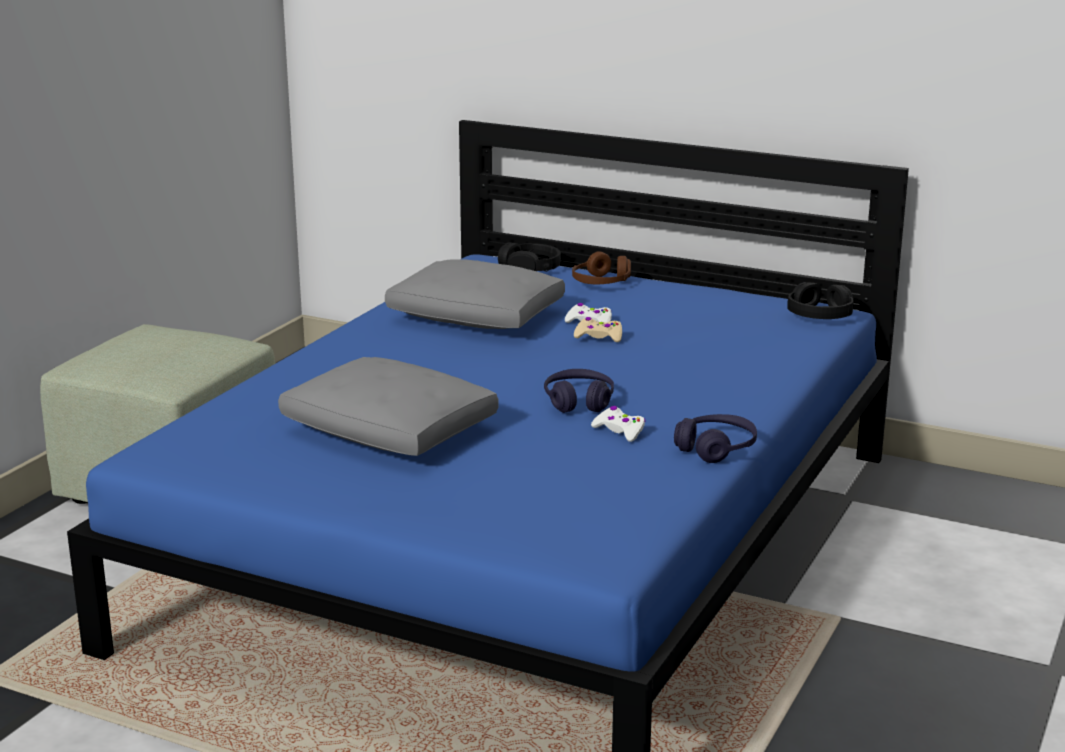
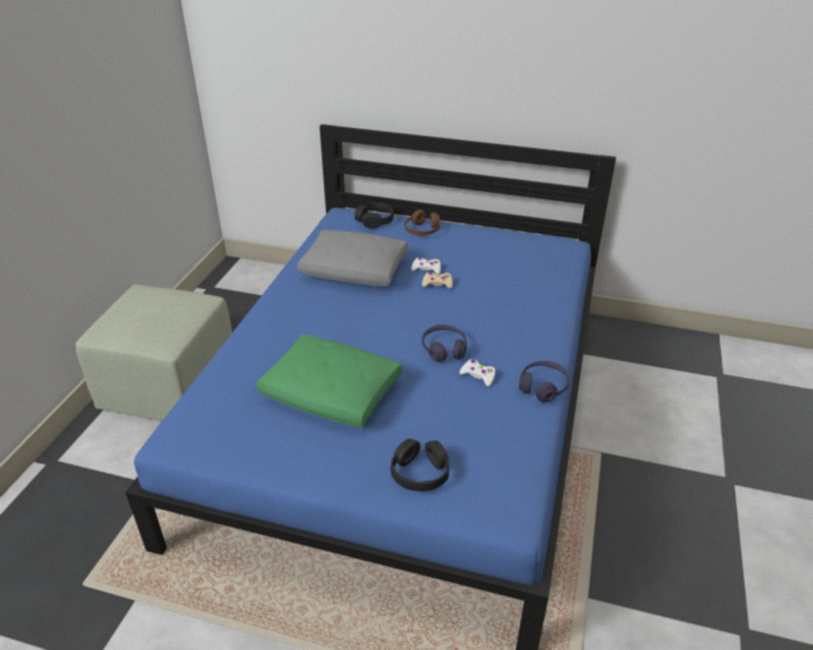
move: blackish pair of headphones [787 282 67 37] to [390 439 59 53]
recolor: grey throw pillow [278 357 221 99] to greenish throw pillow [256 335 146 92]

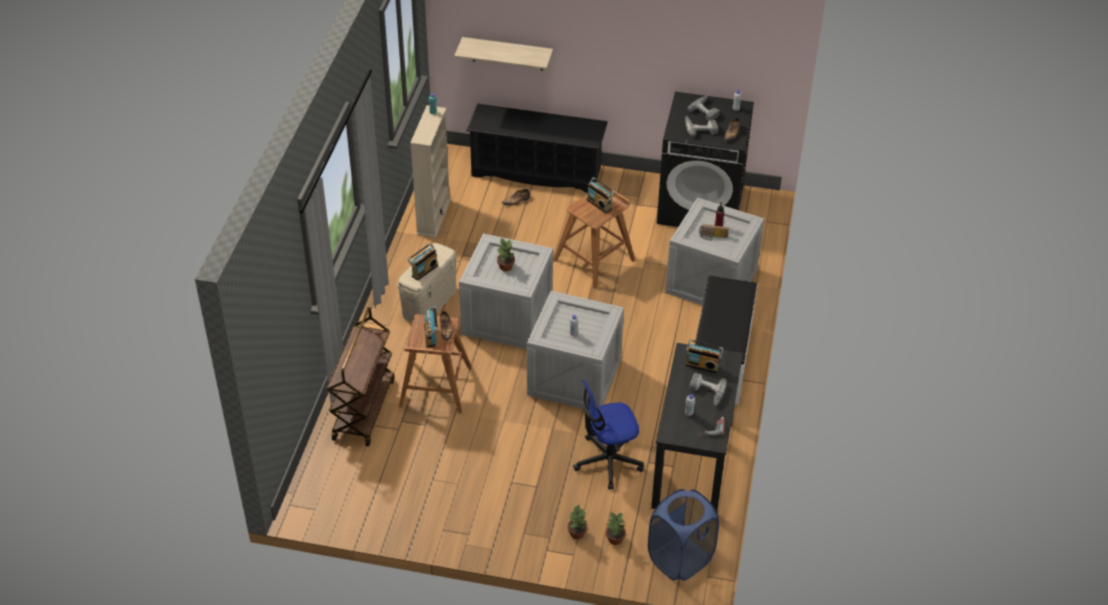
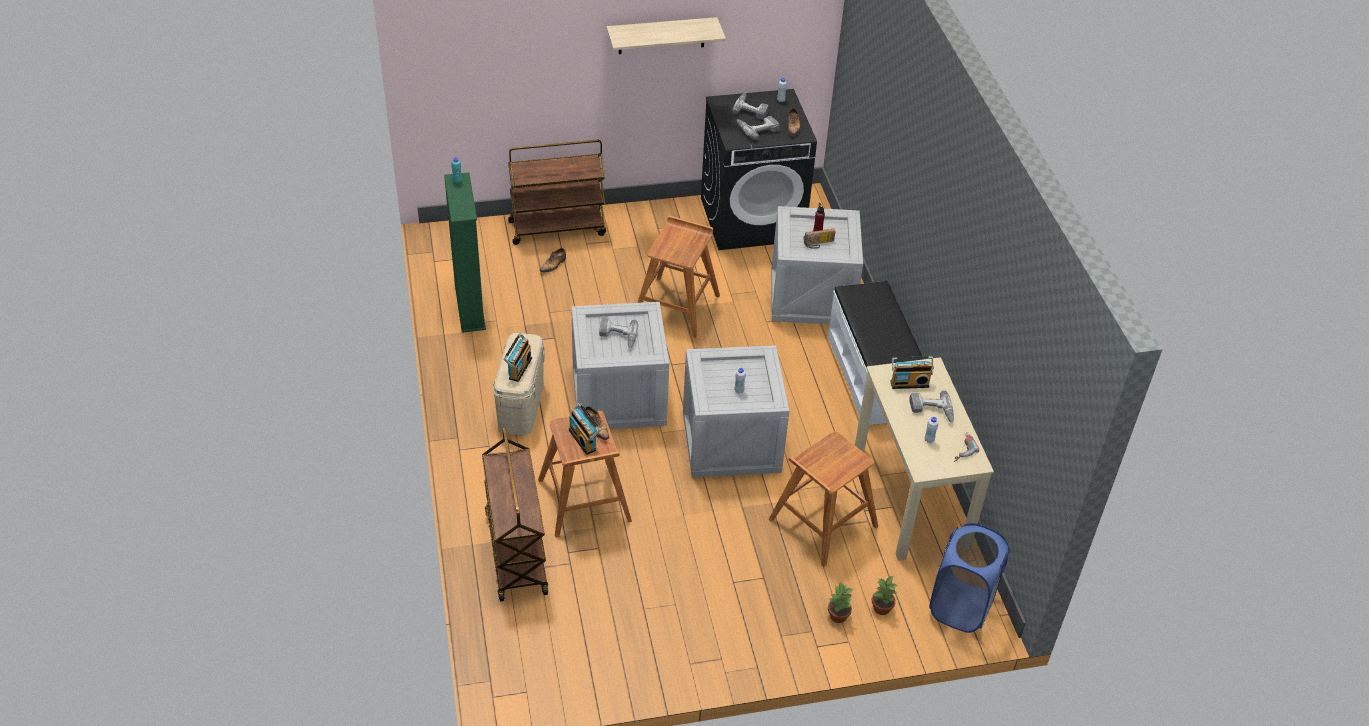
delete: radio set [587 177 28 37]
move: shelf [454 37 99 33] to [606 17 120 37]
replace: blackish shoe rack [467 103 141 90] to brown-coloured cart [508 140 98 105]; houseplant [497 238 18 33] to drill [599 318 39 30]; desk chair [573 380 71 110] to brown-coloured stool [769 431 109 136]
recolor: beige-coloured bookshelf [410 105 41 133] to greenish bookshelf [444 172 42 161]; blackish desk unit [651 343 92 168] to beige-coloured desk unit [855 357 139 204]

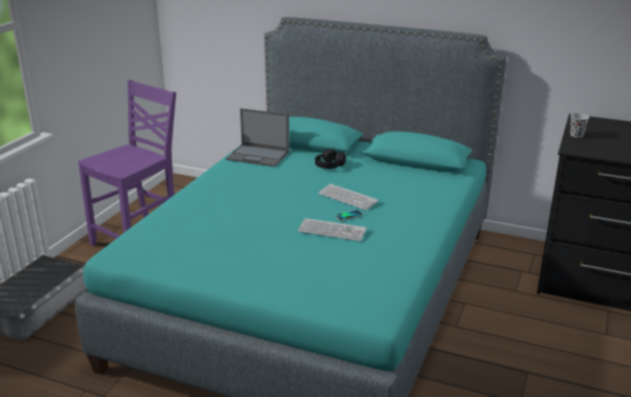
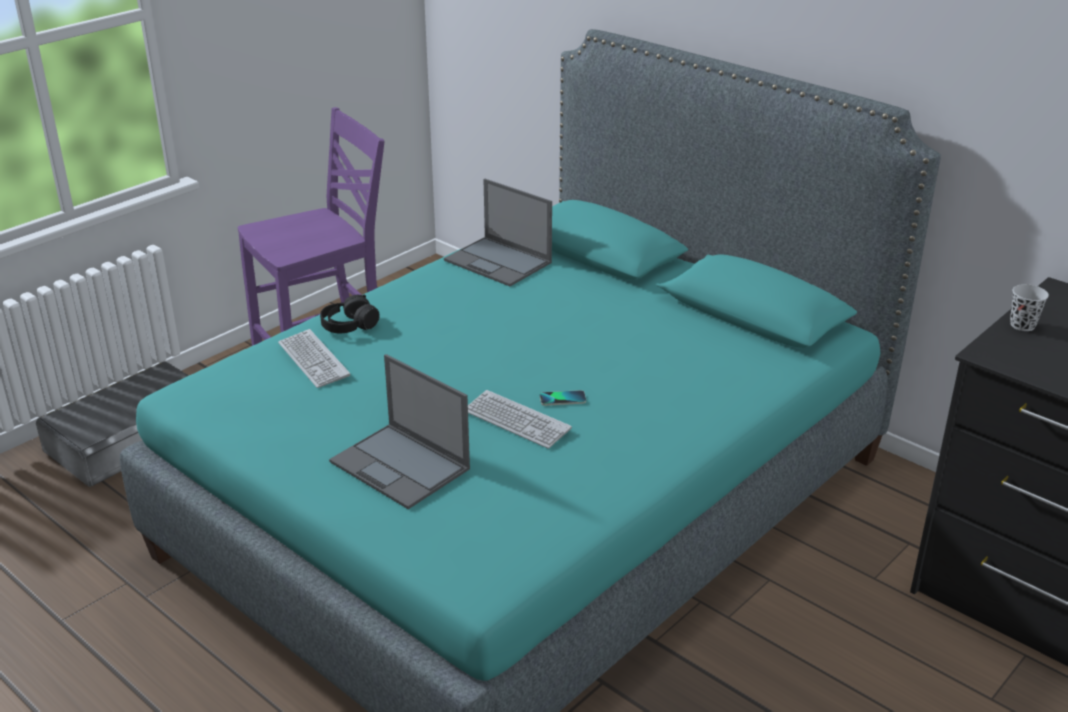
insert: notebook computer [329 354 141 155]
move: blackish pair of headphones [315 148 31 21] to [320 295 60 38]; PC keyboard [318 184 60 26] to [278 329 72 59]

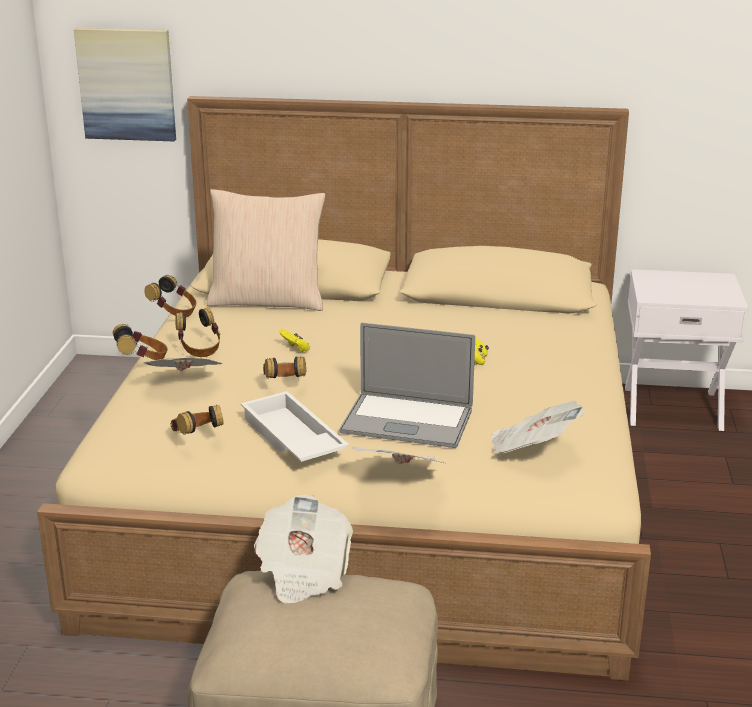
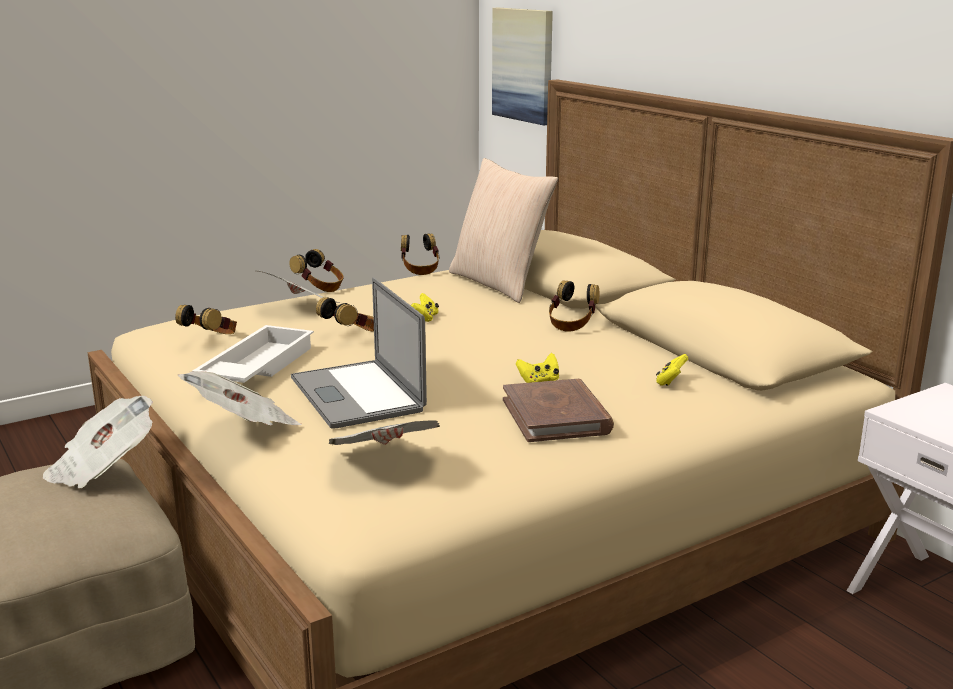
insert: brown-coloured book [503 379 111 63]; yellowish joypad [656 354 32 32]
move: pair of headphones [175 308 45 49] to [549 280 50 52]

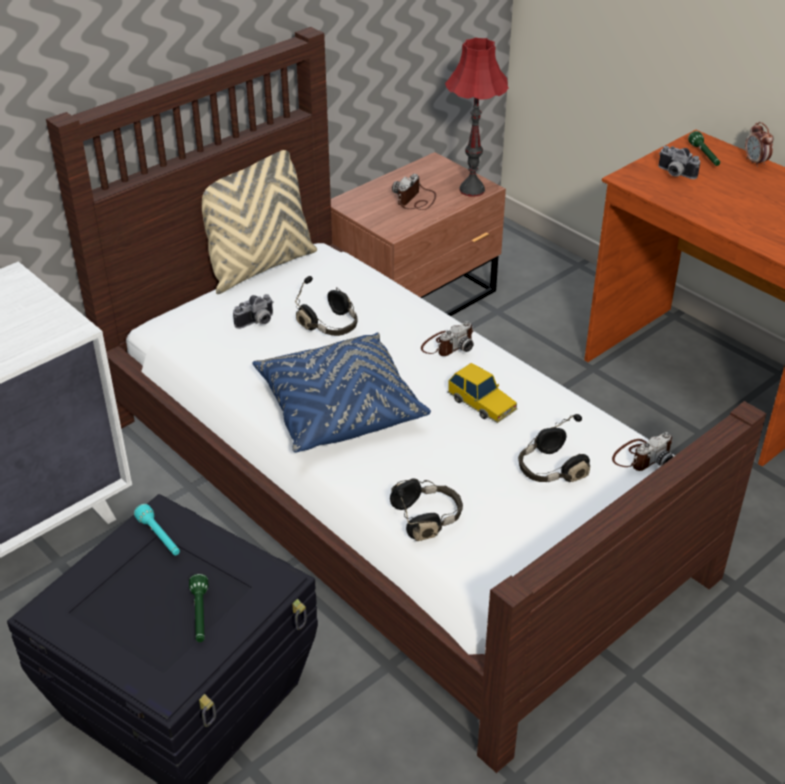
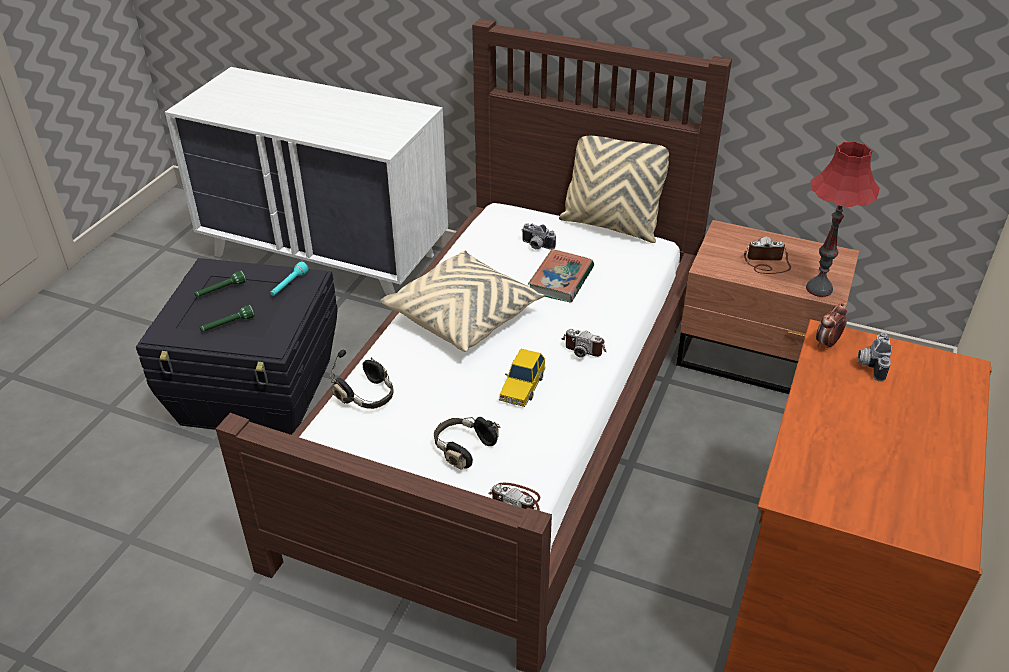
move: greenish flashlight [688 131 32 35] to [194 271 52 26]; table clock [745 122 29 45] to [816 303 31 47]
replace: blackish pair of headphones [295 276 63 60] to book [528 249 66 53]
recolor: bluish throw pillow [252 332 179 120] to beige-coloured throw pillow [380 250 165 102]

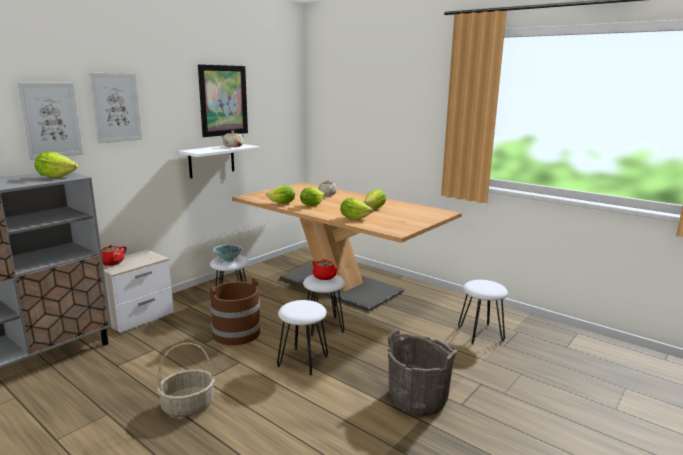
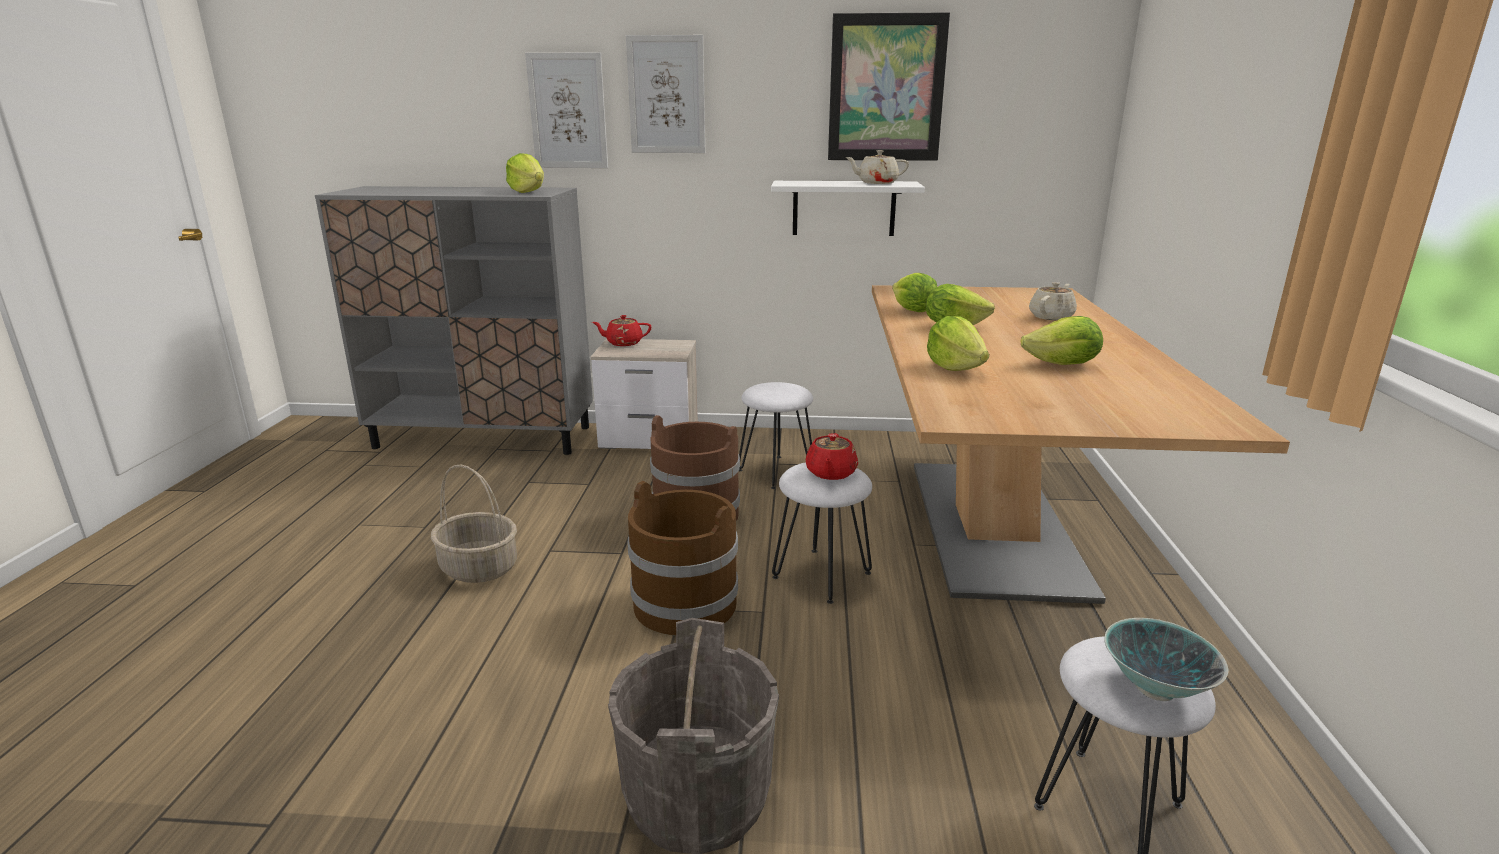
move: deep dish [213 245 30 17] to [1104 618 124 83]
replace: whitish stool [277 300 51 75] to brown-coloured bucket [628 481 110 154]

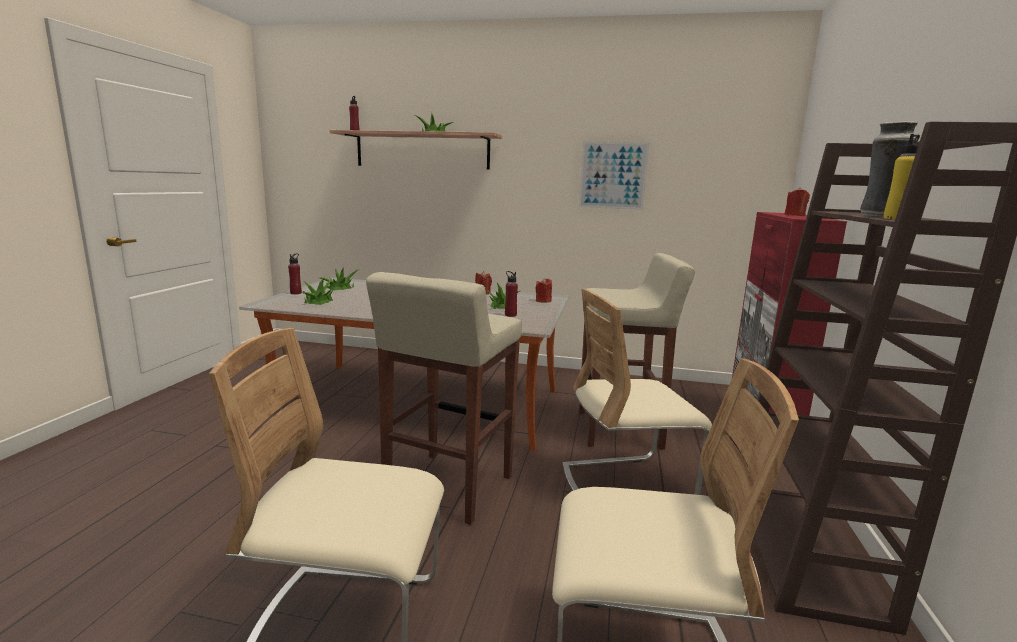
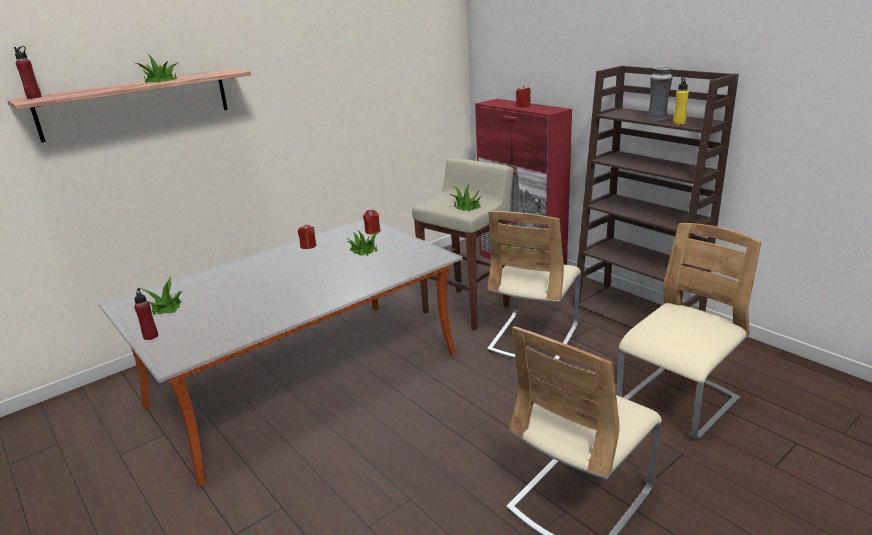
delete: beige-coloured stool [366 272 156 253]; red bottle [505 271 13 46]; wall art [579 141 71 69]
move: houseplant [302 277 31 28] to [449 184 33 27]

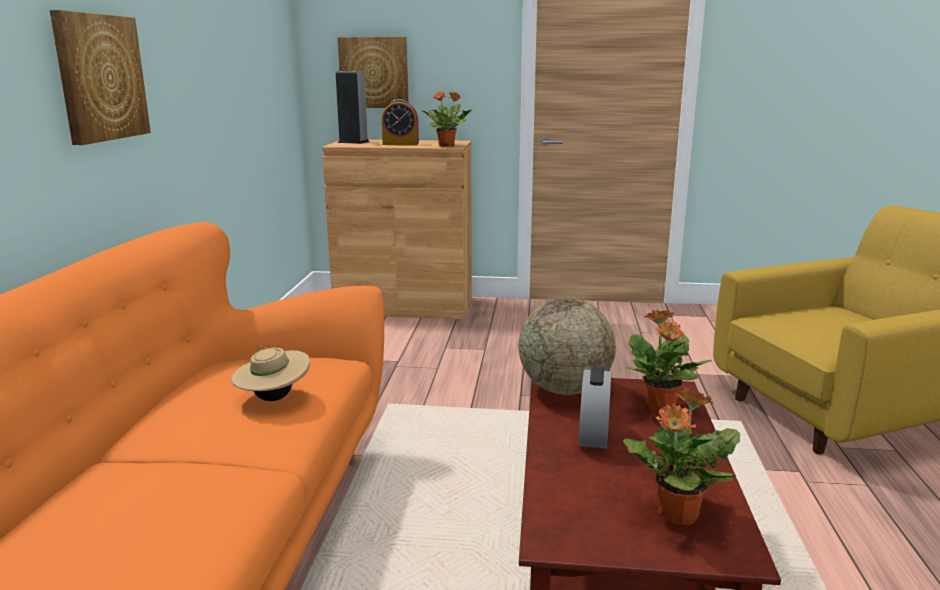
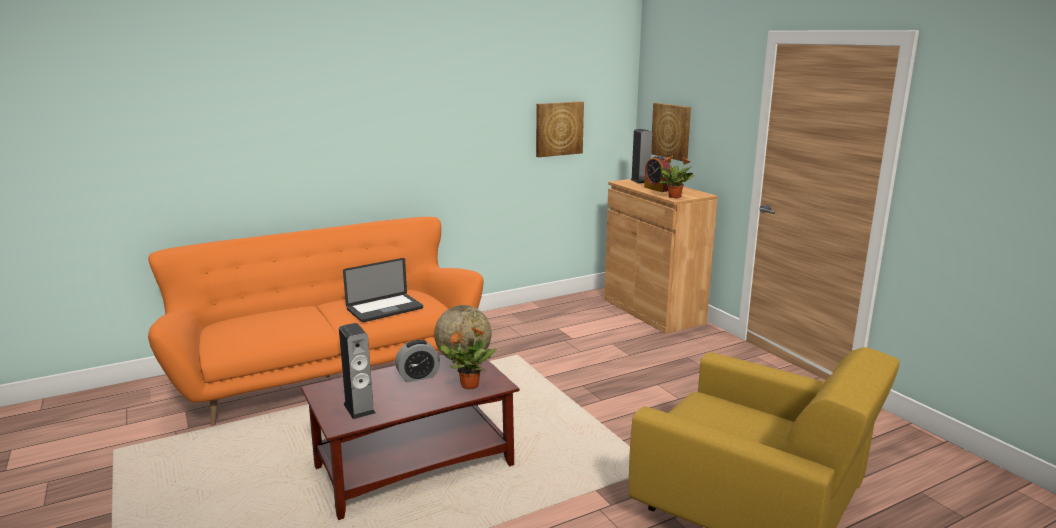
move: wall art [50 10 101 135] to [536 101 48 56]
replace: beige-coloured hat [231 344 79 57] to notebook computer [343 258 80 64]; houseplant [623 387 117 138] to speaker [339 323 37 96]

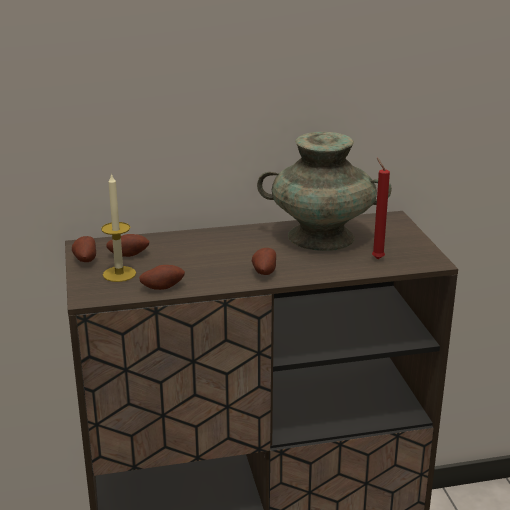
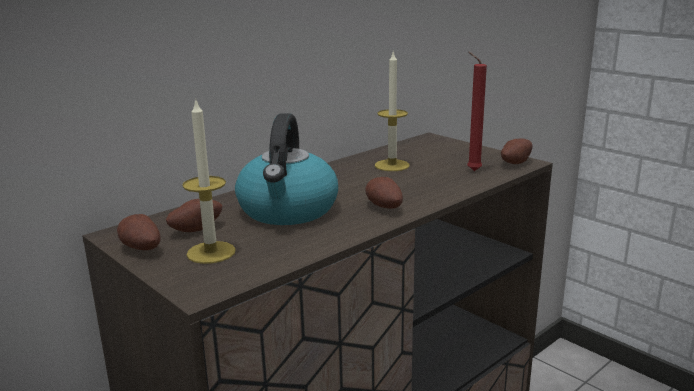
insert: water kettle [235 114 103 111]
move: potato [139 265 46 25] to [501 138 32 26]
replace: turquoise vase [257 132 135 119] to wax candle [375 52 35 119]

